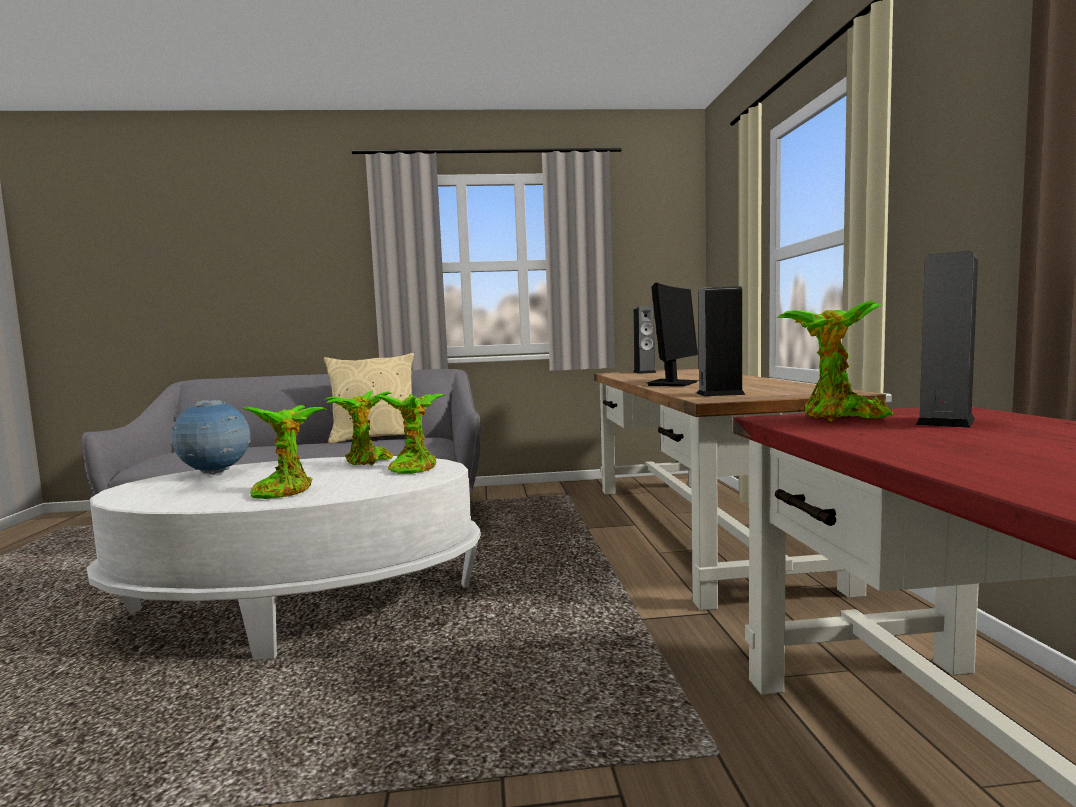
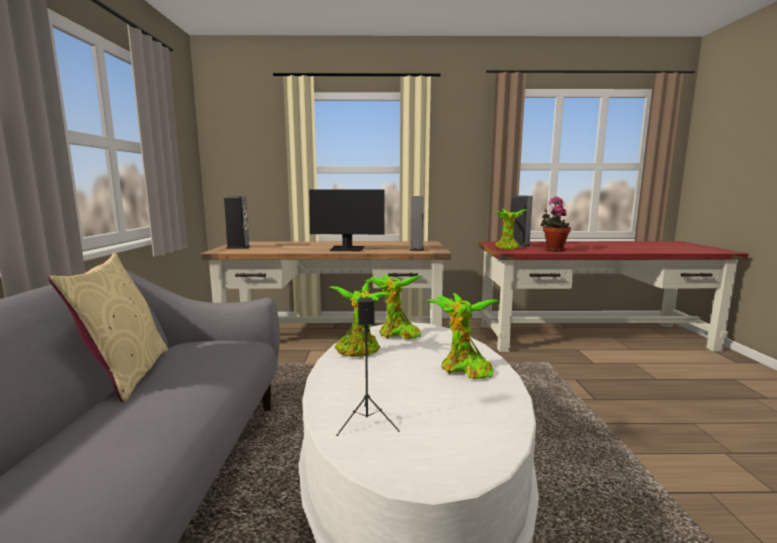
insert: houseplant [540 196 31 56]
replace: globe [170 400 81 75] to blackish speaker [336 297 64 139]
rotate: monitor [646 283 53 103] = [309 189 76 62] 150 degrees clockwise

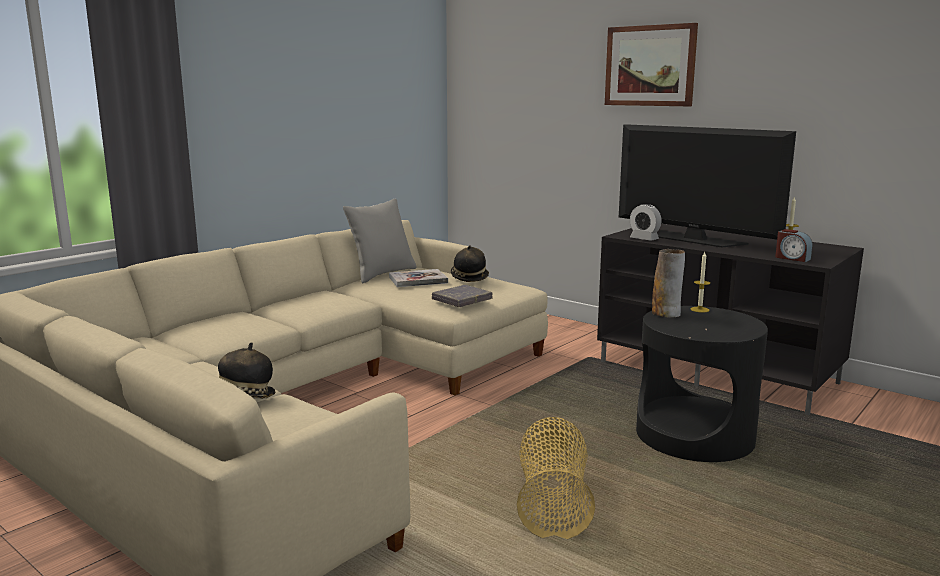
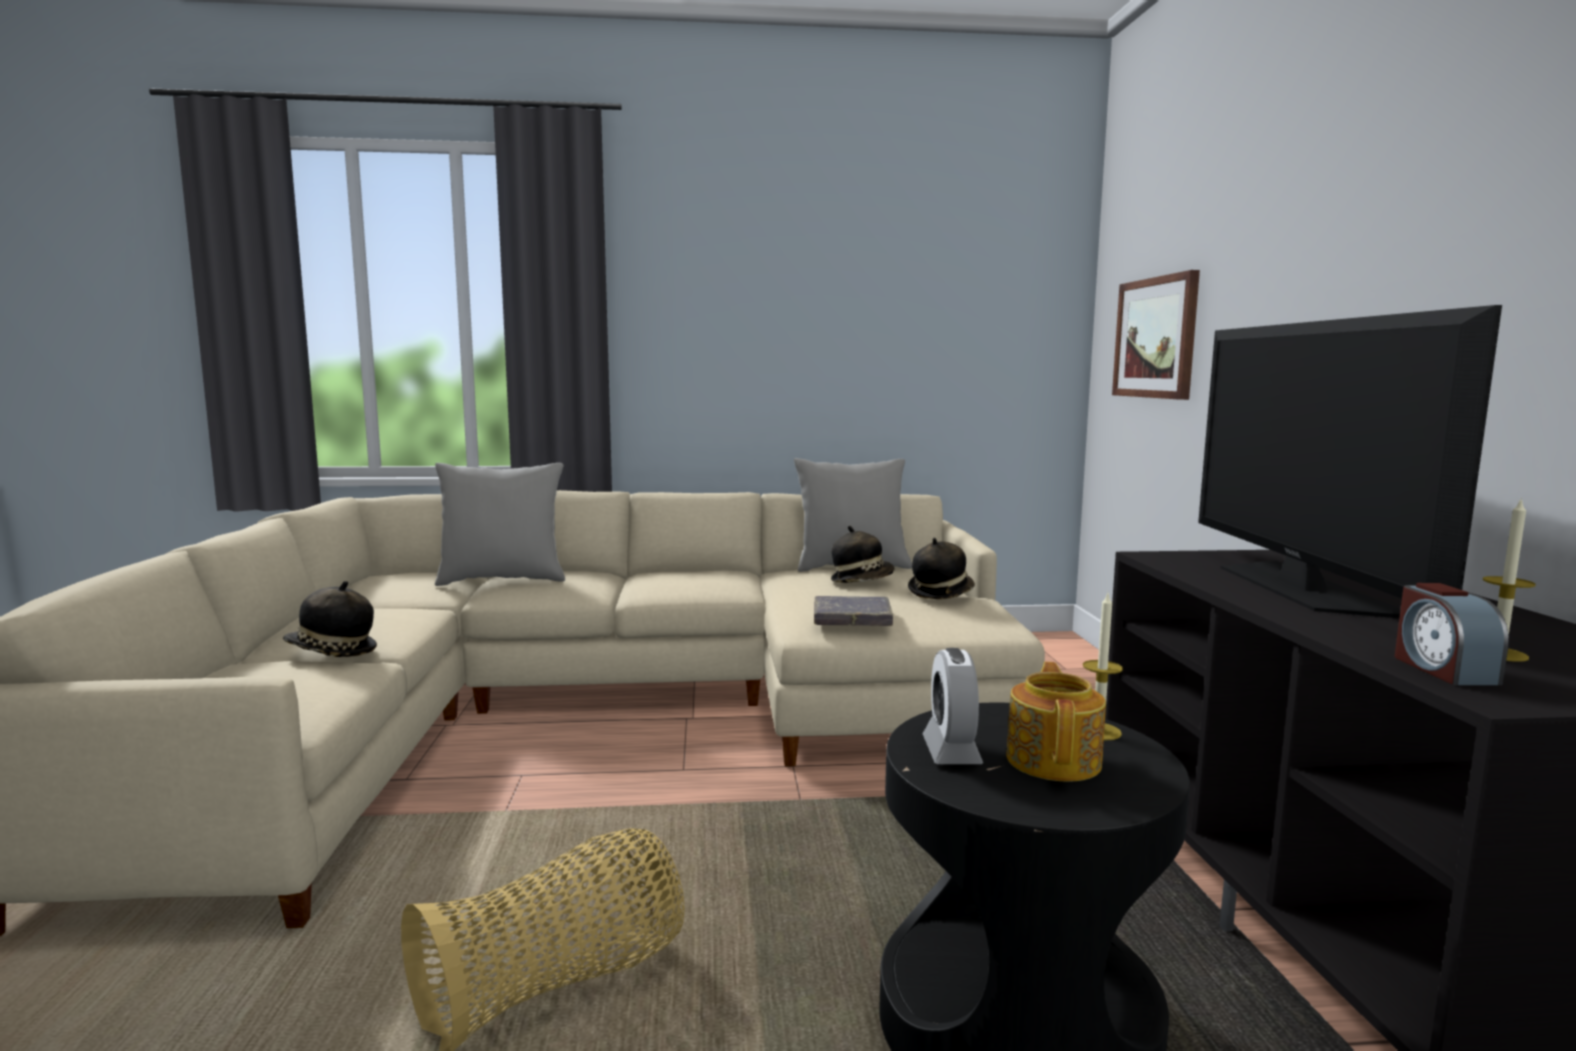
delete: vase [652 249 33 68]
insert: grey throw pillow [435 463 130 123]; teapot [1006 662 100 120]
move: wall art [605 23 93 83] to [1112 270 88 130]; table clock [630 204 32 37] to [923 648 60 116]
replace: book [389 269 59 18] to hat [831 526 63 57]

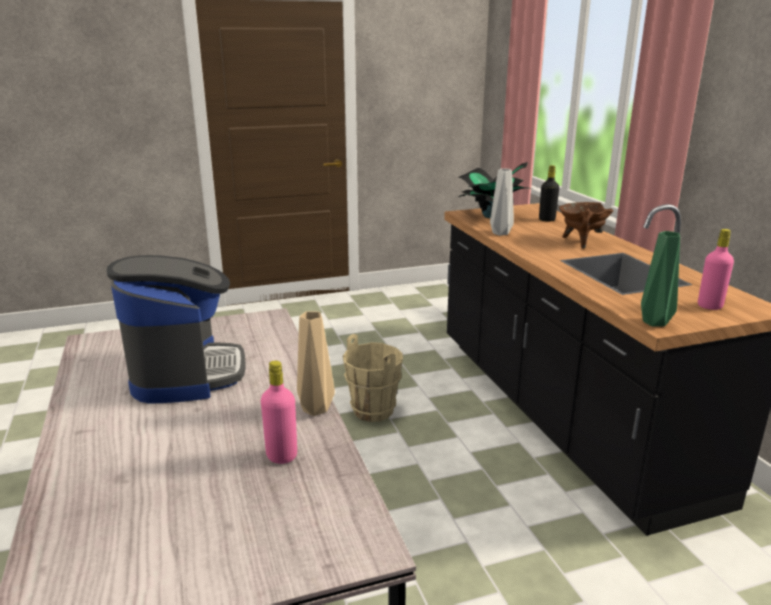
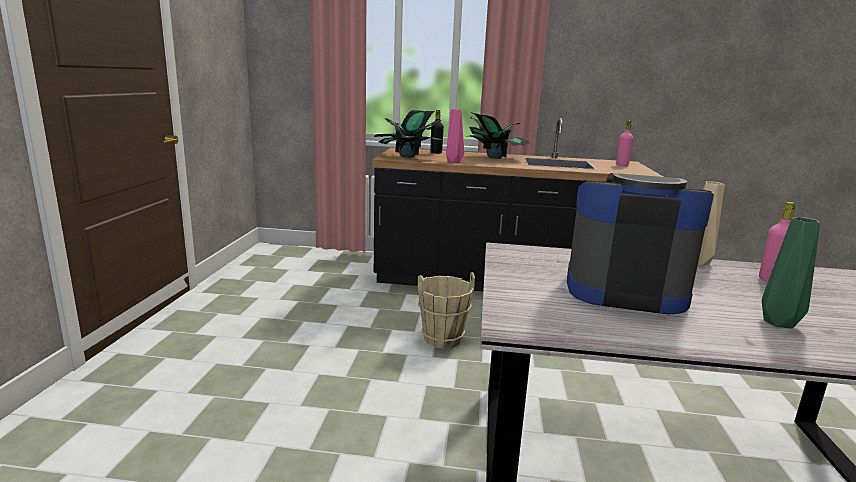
move: greenish vase [641 231 39 95] to [762 217 58 111]
replace: brown-coloured stockpot [559 202 54 47] to houseplant [466 113 64 46]
recolor: grey vase [490 168 24 68] to pinkish vase [446 109 18 54]

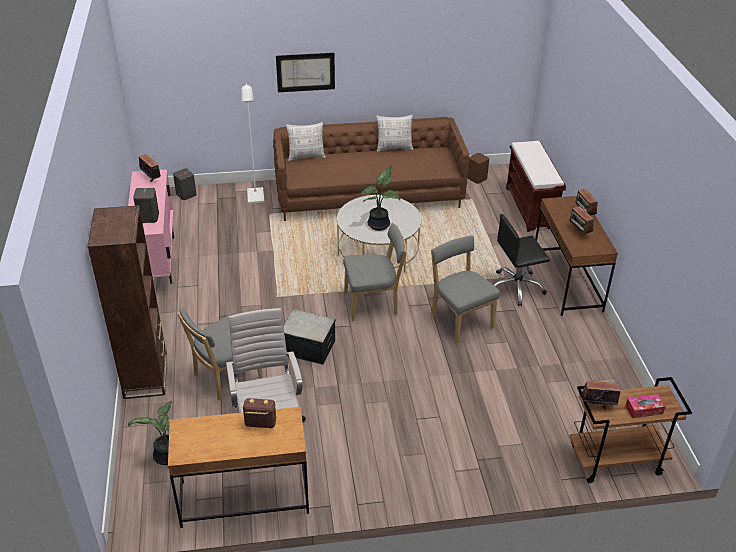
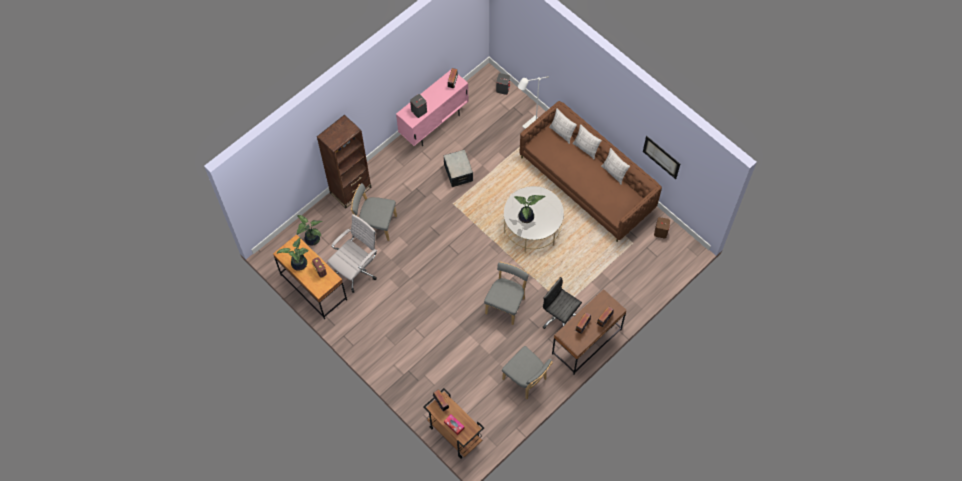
delete: brown-coloured indoor bench [506 141 60 91]
insert: houseplant [277 237 32 34]; throw pillow [573 124 29 35]
move: wall art [276 53 59 39] to [643 136 37 43]; storage box [283 309 53 56] to [443 150 30 37]; grey upright chair [343 223 64 98] to [502 346 51 54]

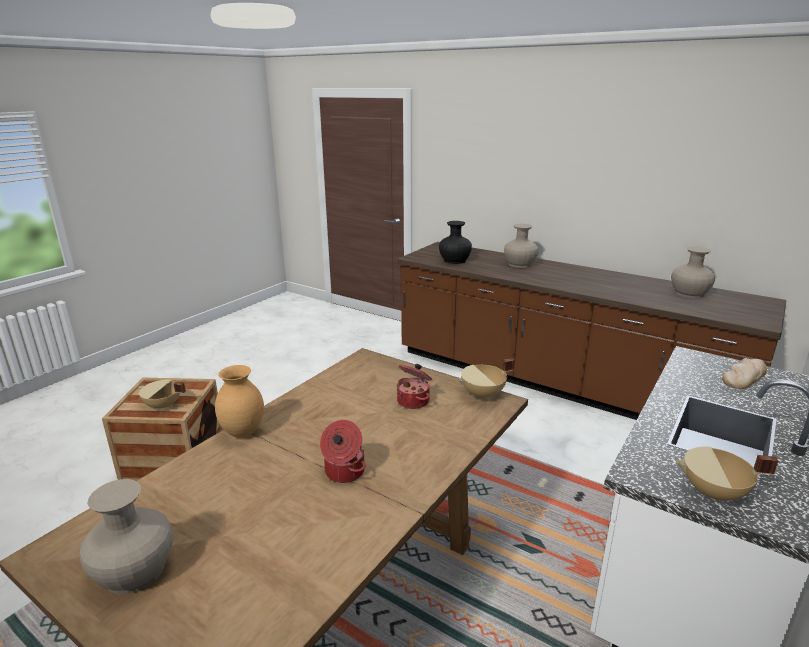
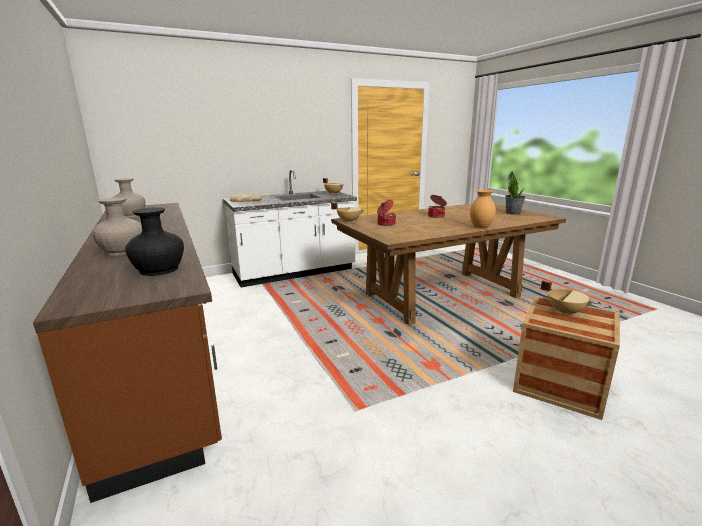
replace: beige-coloured vase [79 479 94 115] to houseplant [505 171 20 44]

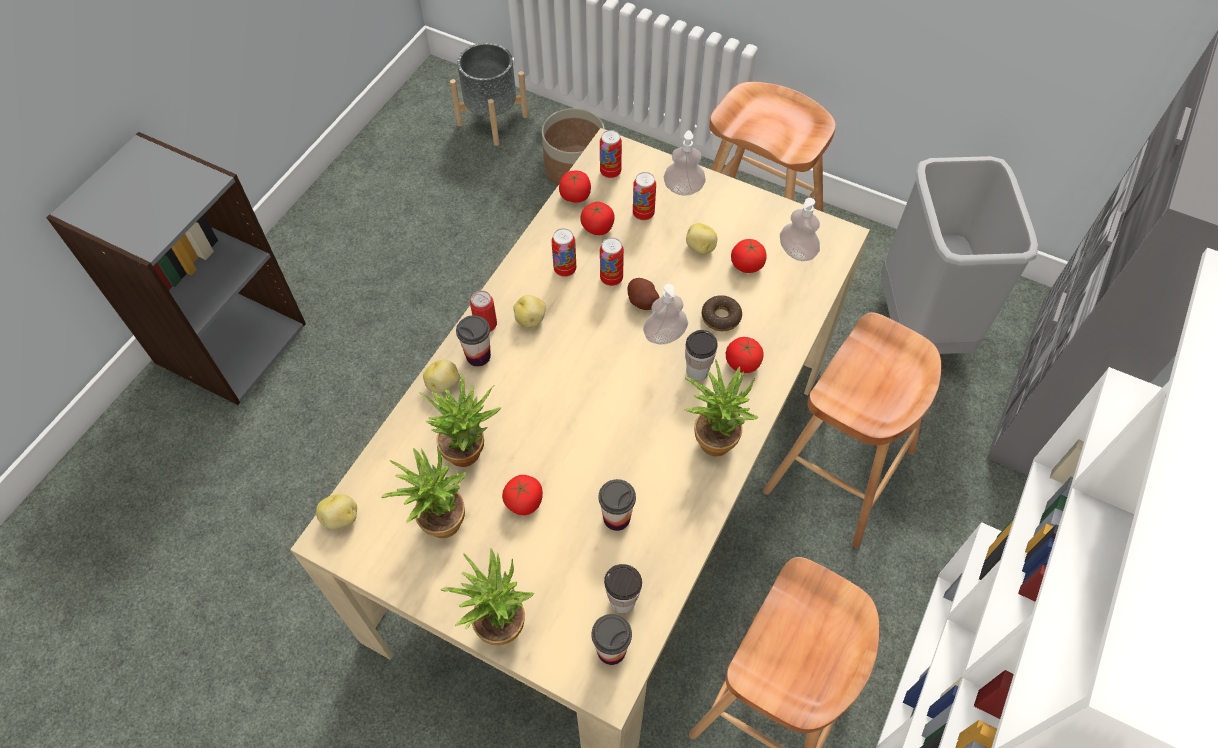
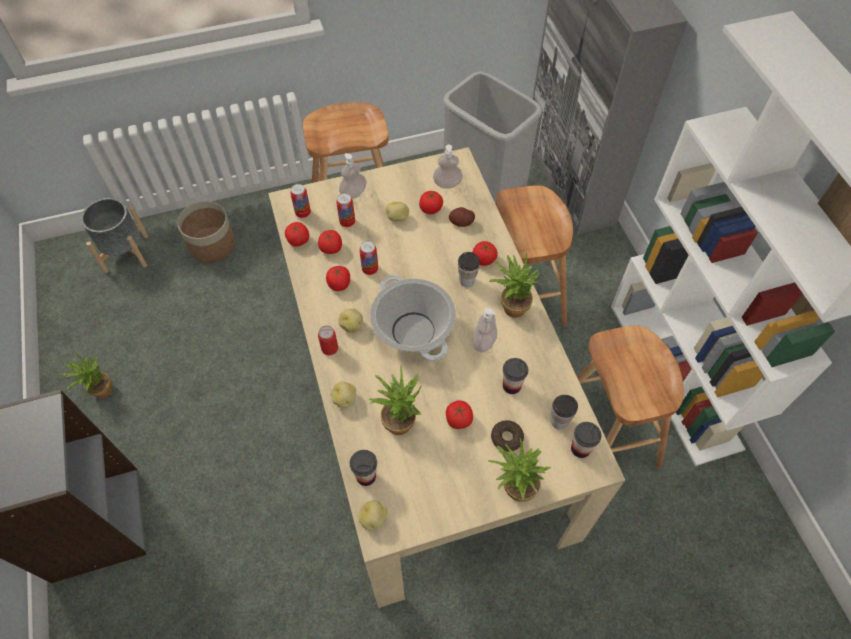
insert: stockpot [370 275 86 86]
move: houseplant [381 446 86 92] to [58 352 54 46]; small cup [456 315 35 52] to [350 450 27 36]; potato [627 278 33 32] to [449 207 26 20]; liquid soap bottle [643 284 45 60] to [472 308 25 44]; doughnut [702 295 40 36] to [491 420 33 32]
replace: metal can [551 228 25 49] to tomato [326 266 24 25]

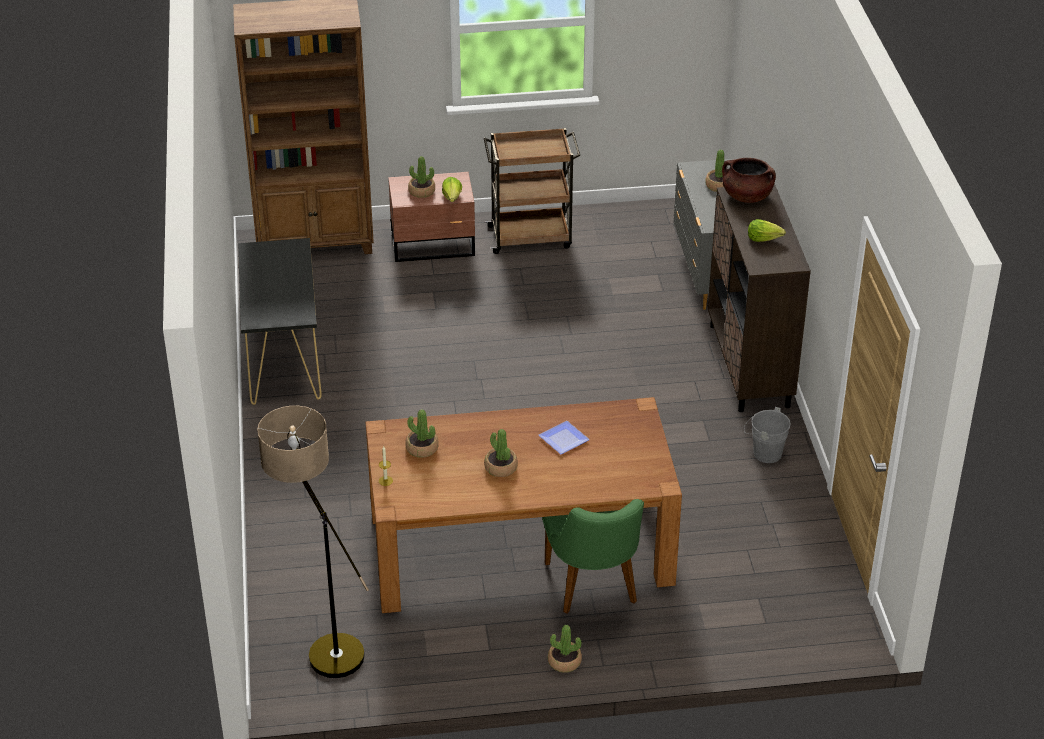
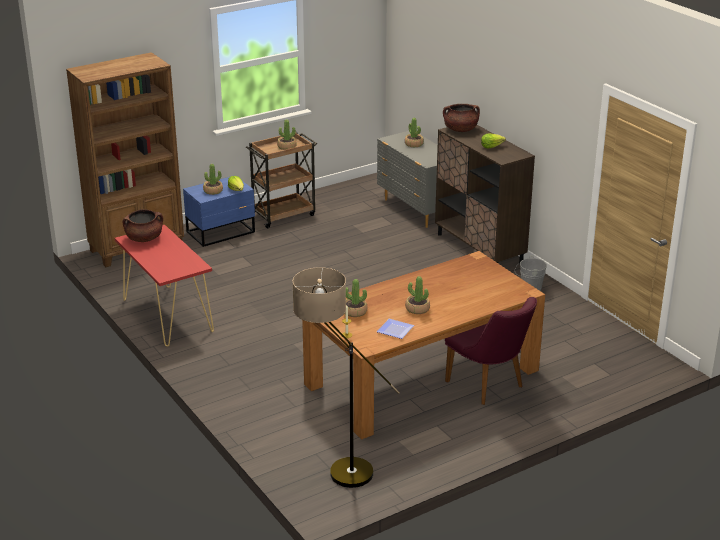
insert: brown-coloured stockpot [123 209 40 33]
move: dinner plate [539 421 51 33] to [376 319 38 20]; houseplant [548 625 34 48] to [277 119 20 31]
recolor: blackish narrow table [238 238 84 167] to red narrow table [115 225 99 122]; brown-coloured bedside table [388 172 87 90] to bluish bedside table [183 175 72 72]; greenish upright chair [542 499 102 114] to purplish upright chair [445 297 92 108]

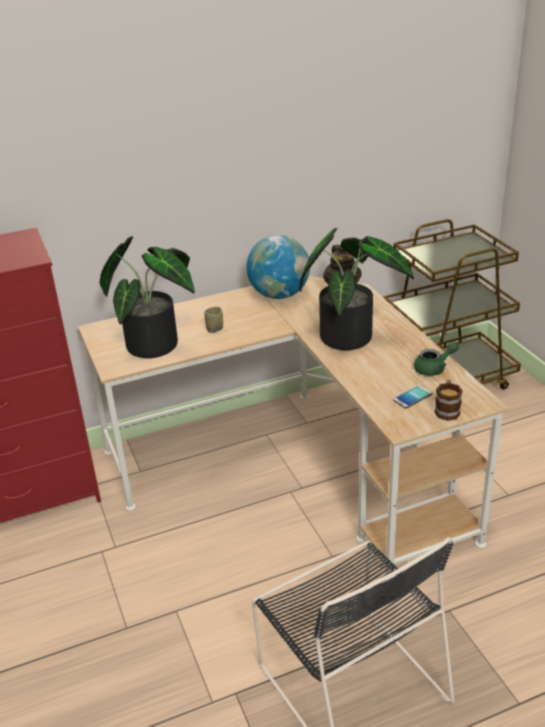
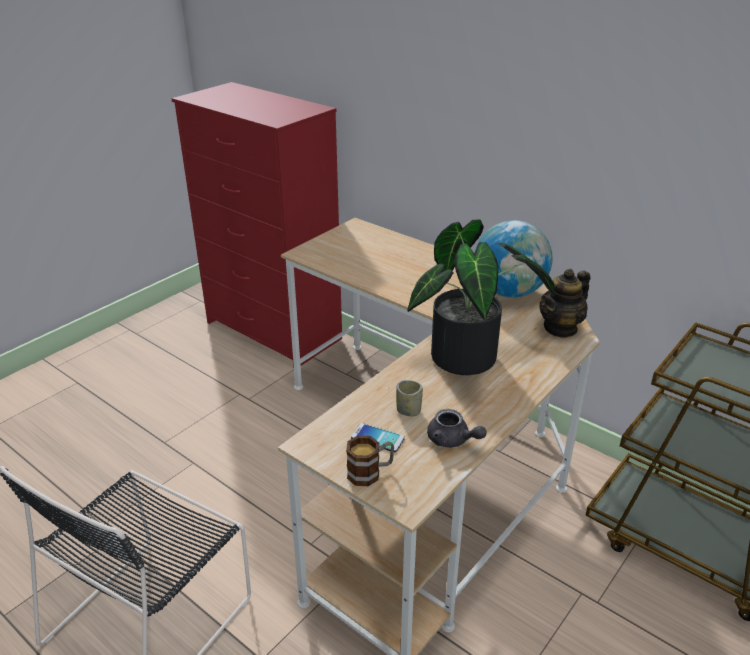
delete: houseplant [100 236 95 122]
move: small cup [204 307 19 26] to [396 380 27 36]
recolor: greenish teapot [414 342 45 34] to grey teapot [427 409 60 39]

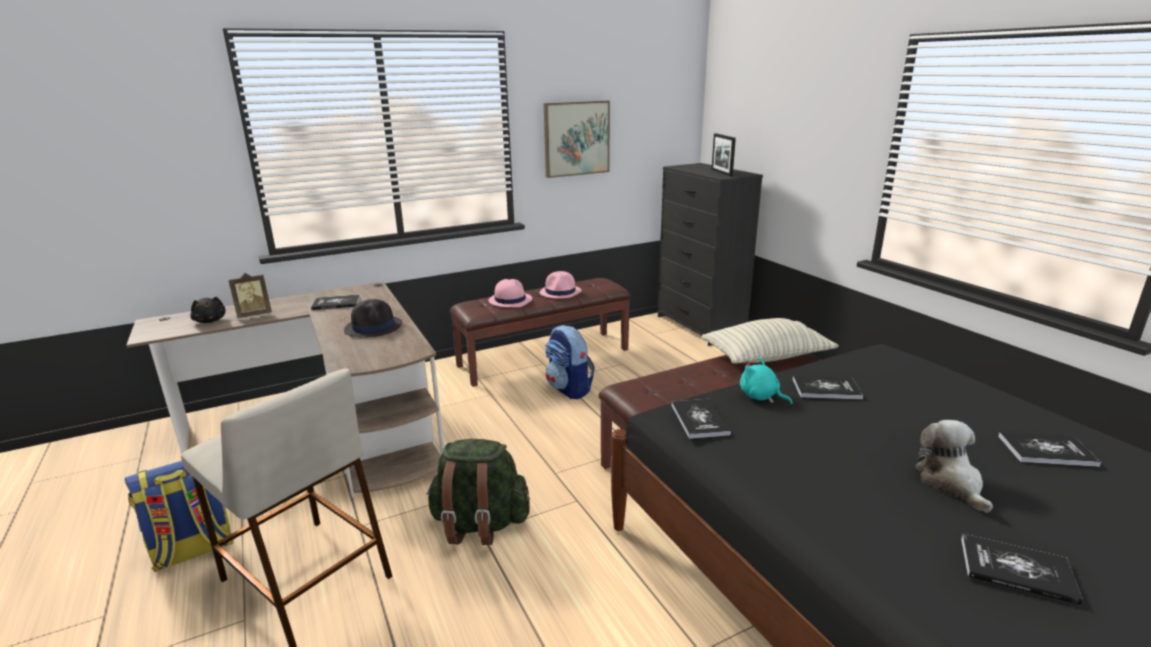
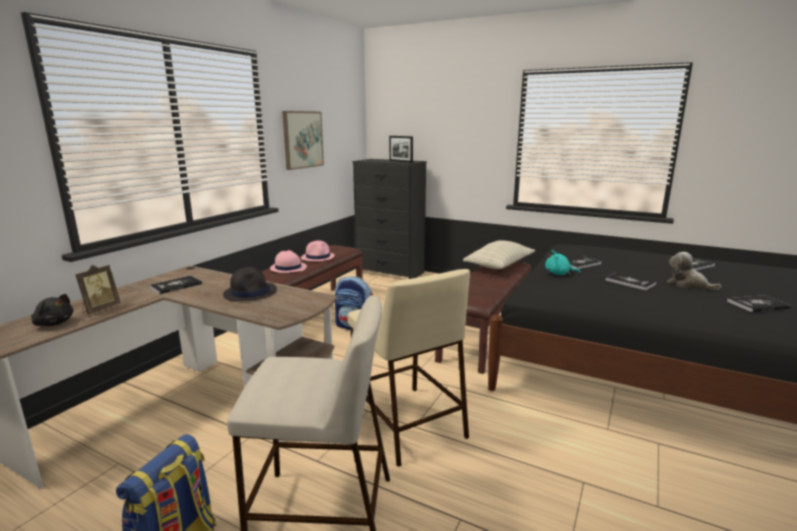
move: book [671 399 60 40] to [605 272 52 19]
replace: greenish backpack [426 439 104 106] to beige-coloured stool [348 269 122 198]

